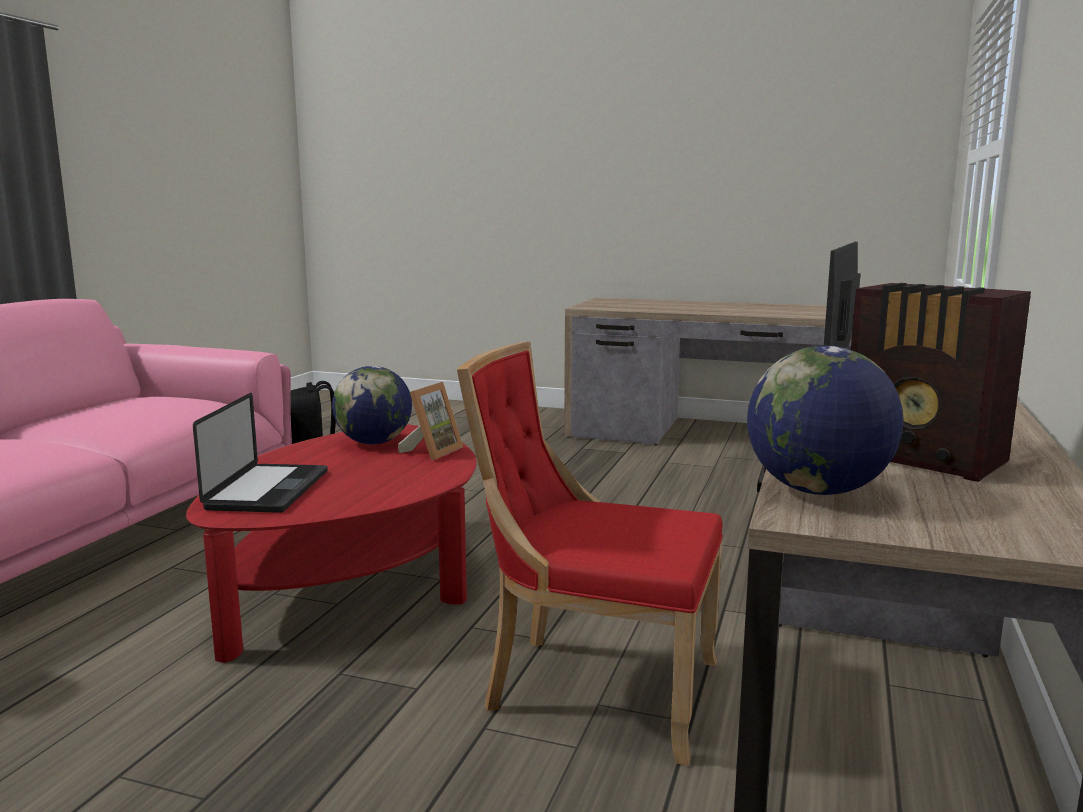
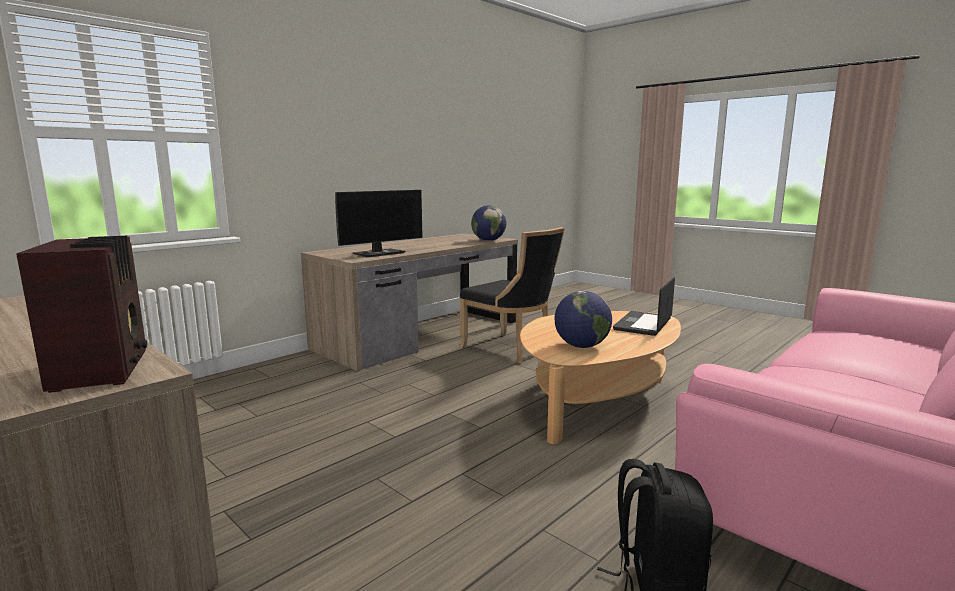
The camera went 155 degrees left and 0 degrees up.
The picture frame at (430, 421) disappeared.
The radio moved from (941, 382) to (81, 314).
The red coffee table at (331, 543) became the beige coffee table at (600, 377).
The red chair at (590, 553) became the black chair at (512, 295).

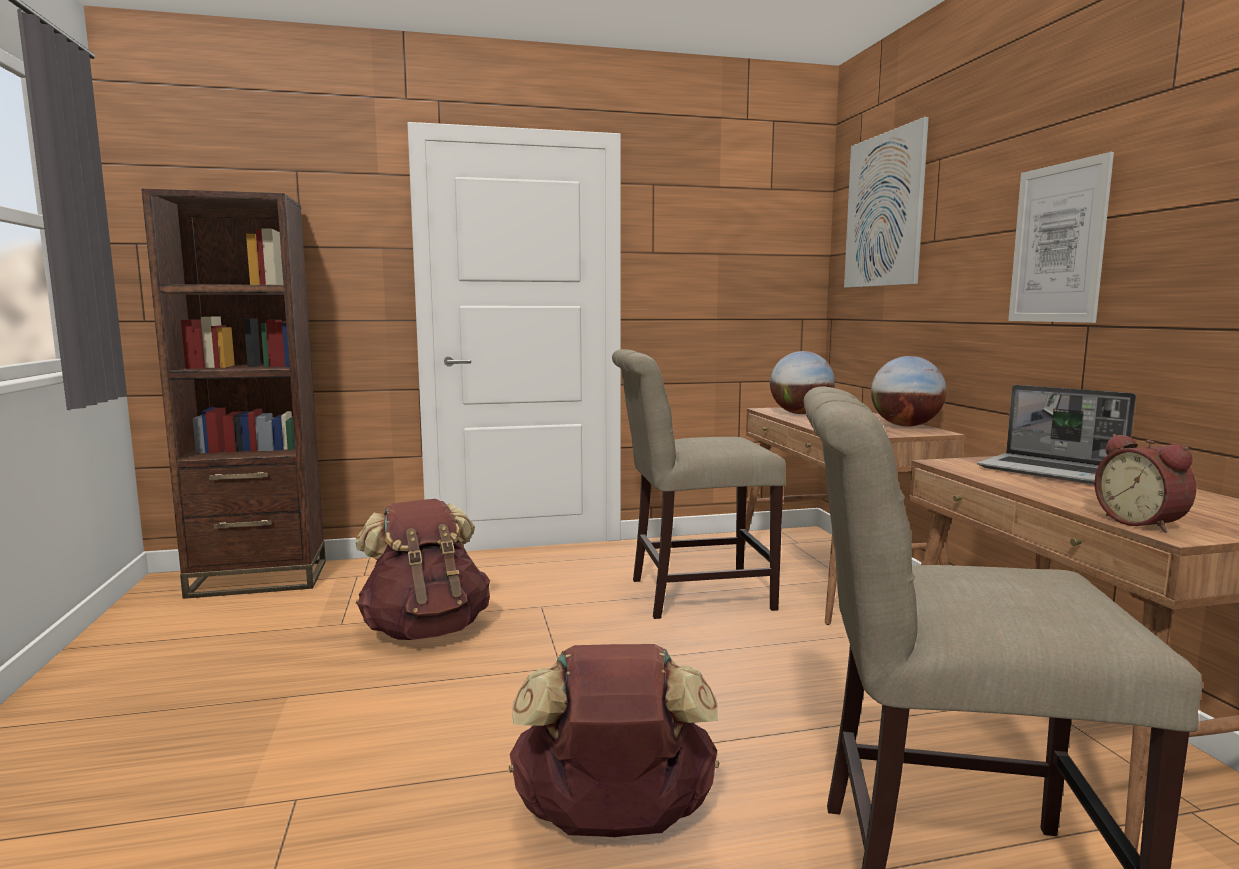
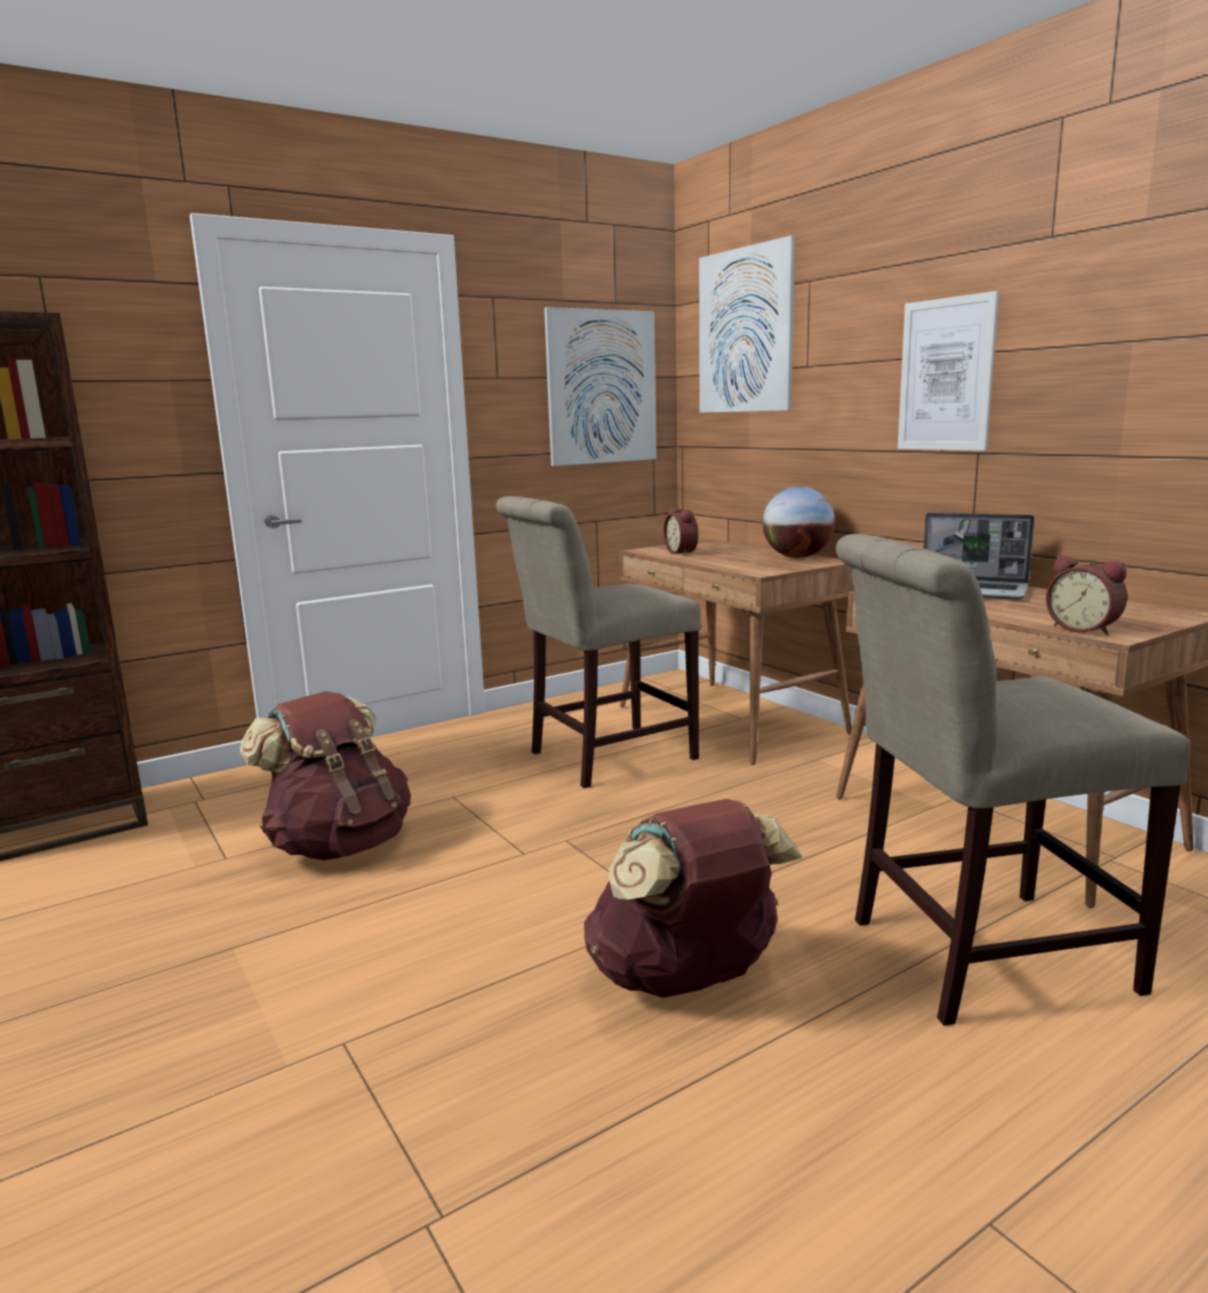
The camera went 20 degrees left and 5 degrees up.
The picture at (600, 386) appeared.
The globe at (802, 382) was replaced by the alarm clock at (681, 531).

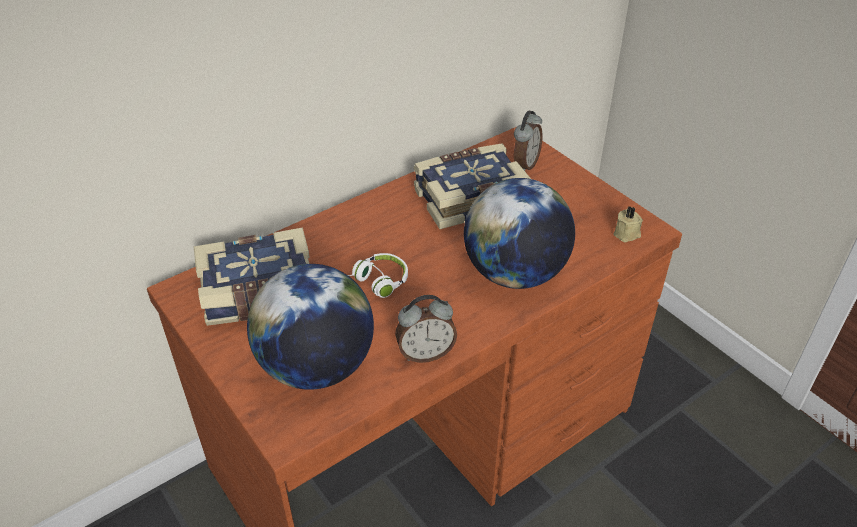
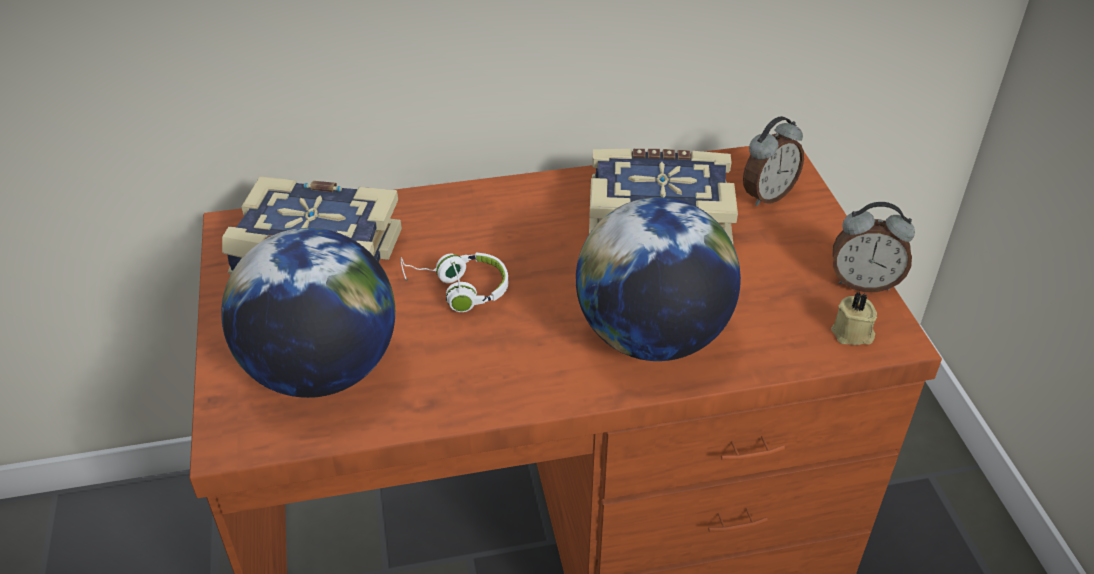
The camera went 25 degrees right and 0 degrees up.
The alarm clock moved from (426, 329) to (874, 247).

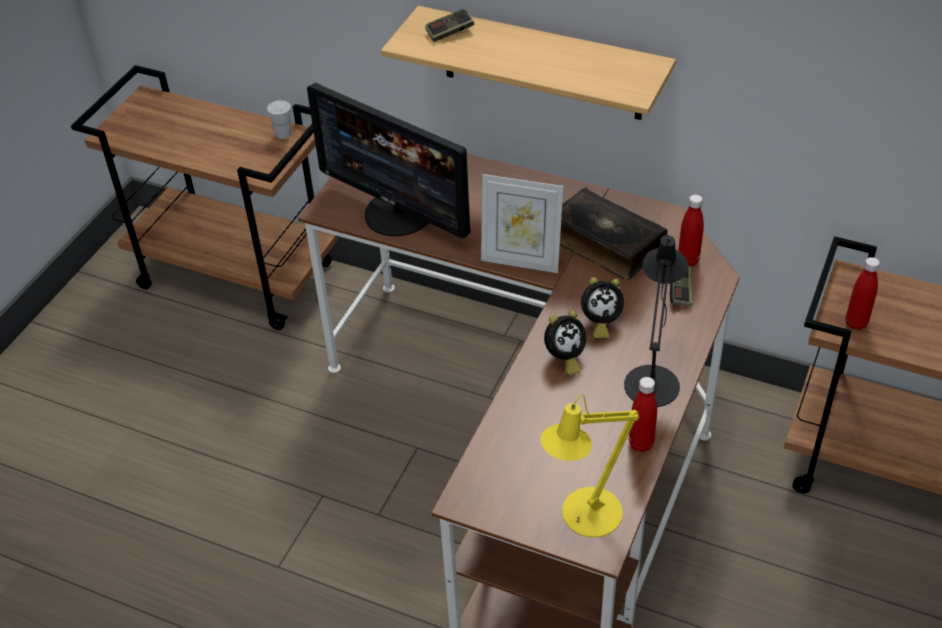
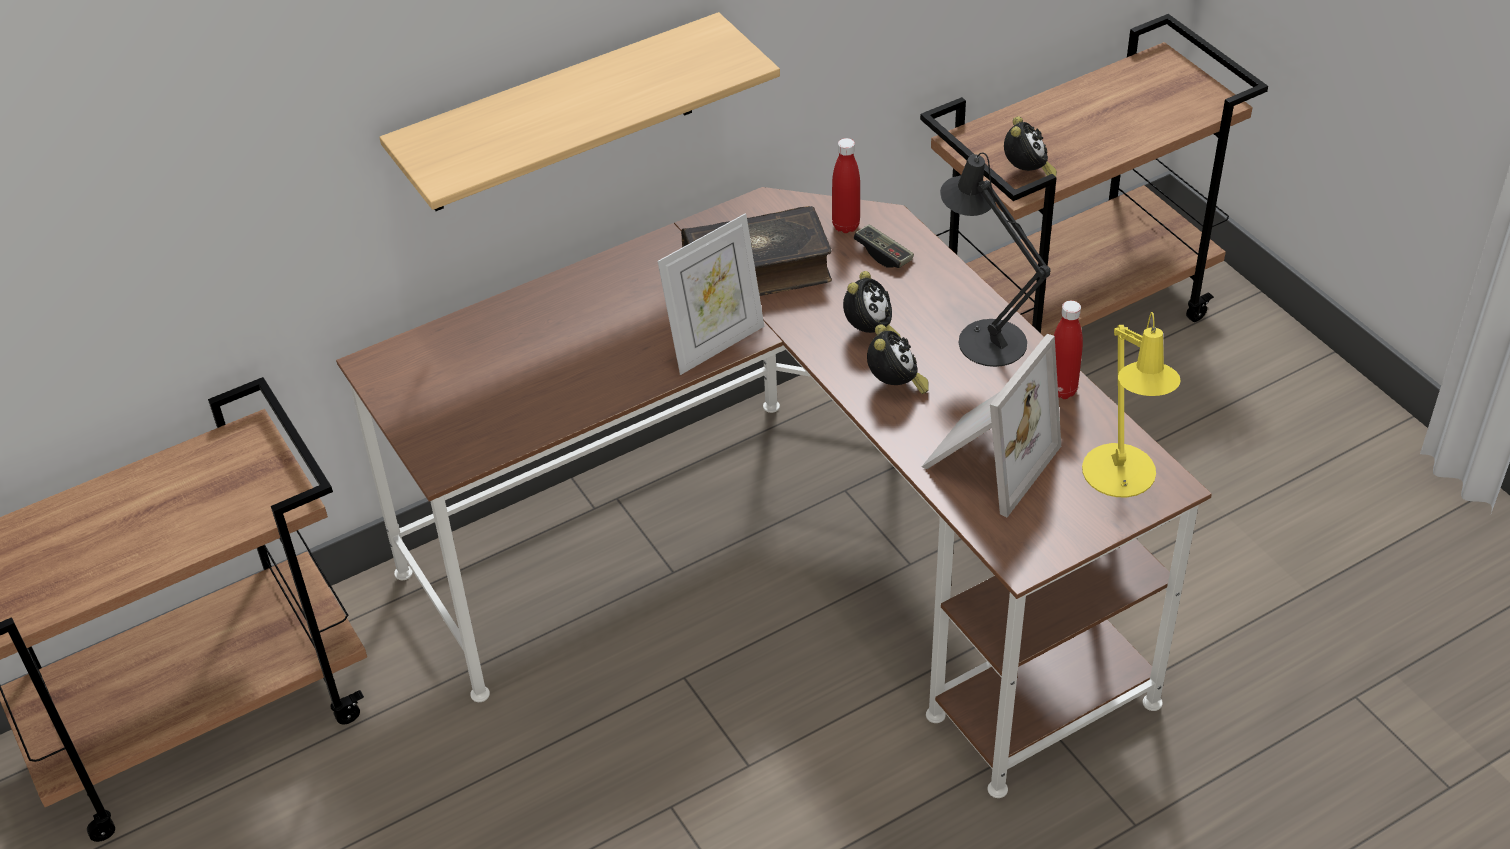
The camera went 55 degrees left and 0 degrees up.
The white cup at (279, 119) disappeared.
The monitor at (389, 160) disappeared.
The game controller at (449, 25) disappeared.
The picture frame at (991, 425) appeared.
The red bottle at (863, 293) was replaced by the alarm clock at (1030, 146).

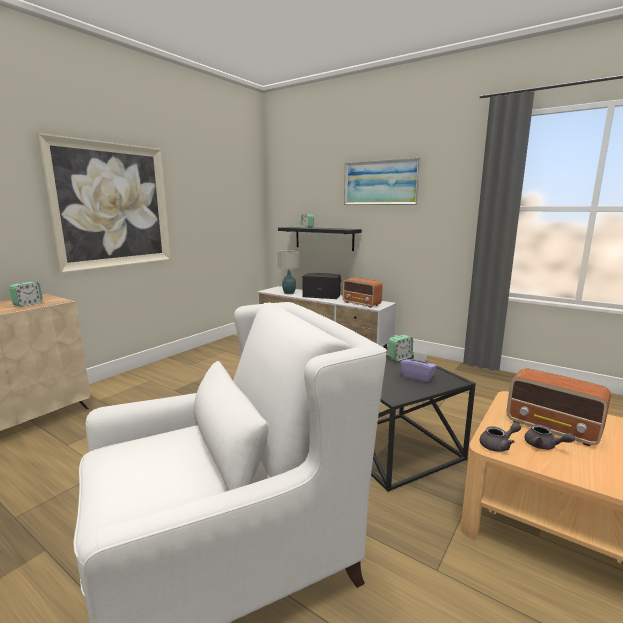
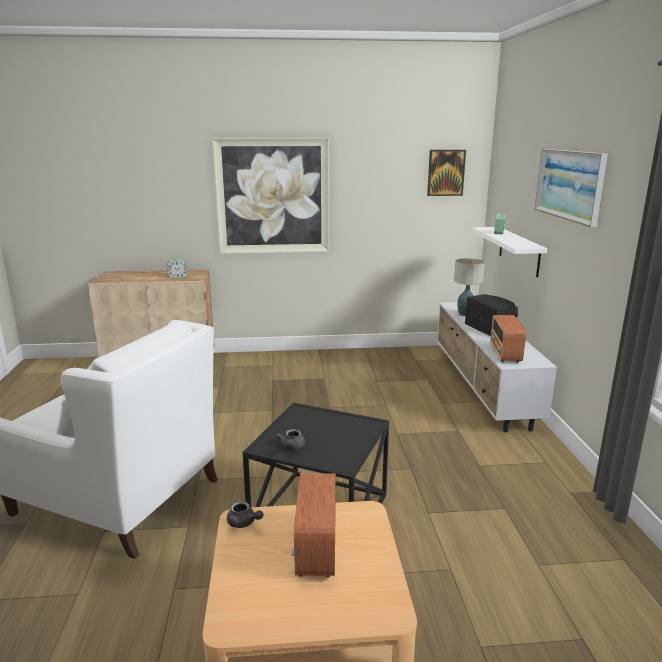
The camera went 50 degrees right and 5 degrees up.
The alarm clock at (400, 348) disappeared.
The purple tissue box at (418, 367) disappeared.
The picture at (446, 173) appeared.
The grey teapot moved from (550, 437) to (290, 439).
The black shelf at (320, 239) became the white shelf at (509, 252).

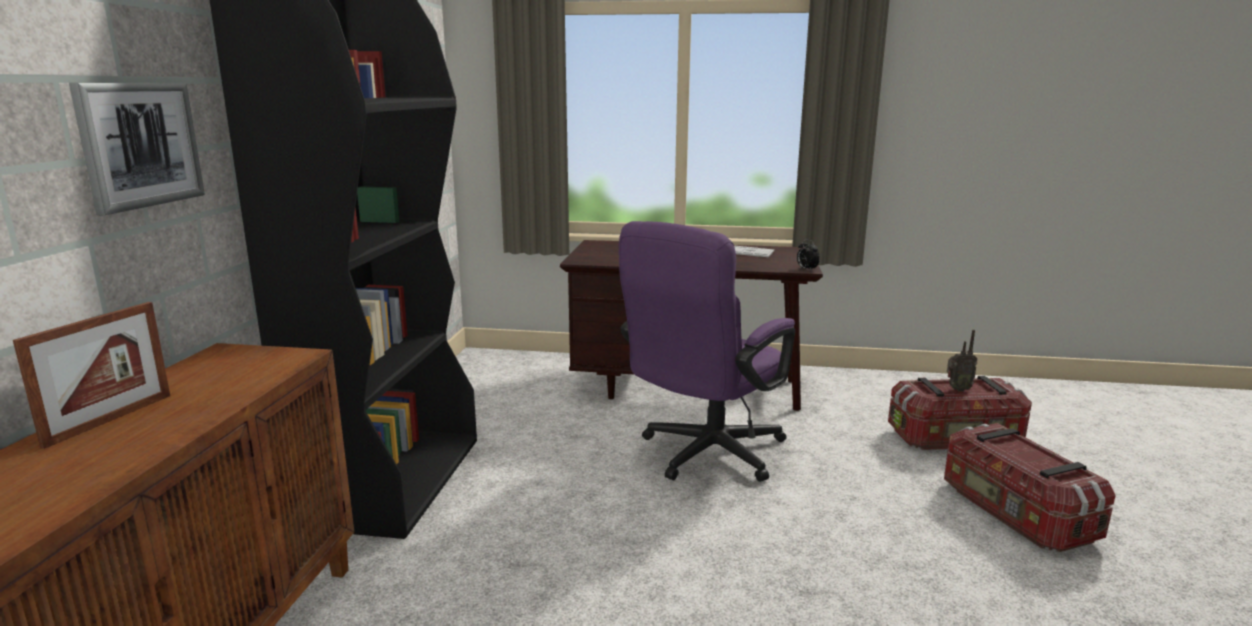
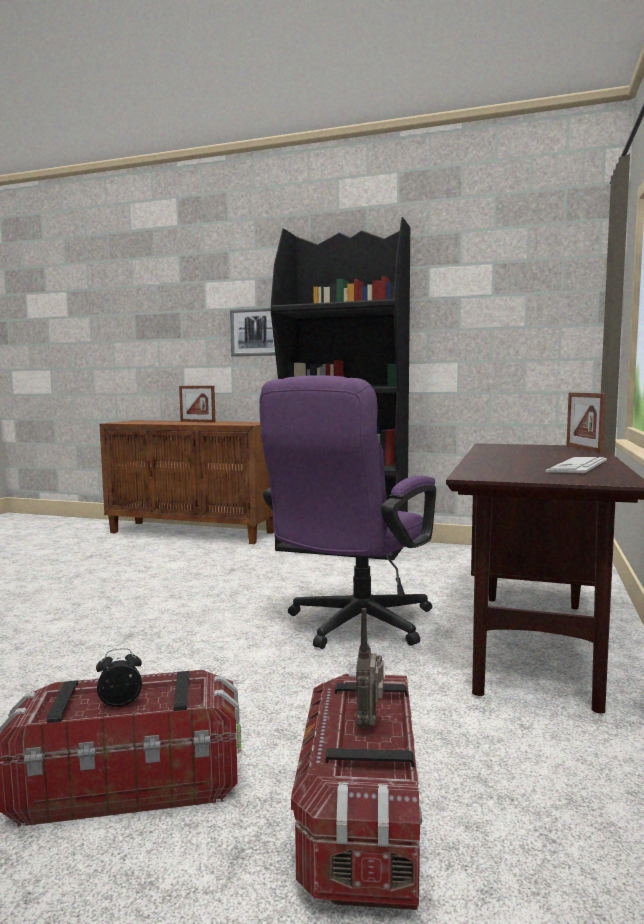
The camera went 100 degrees right and 10 degrees down.
The picture frame at (586, 423) appeared.
The alarm clock moved from (808, 255) to (119, 677).
The purple office chair at (707, 351) turned 105 degrees counterclockwise.

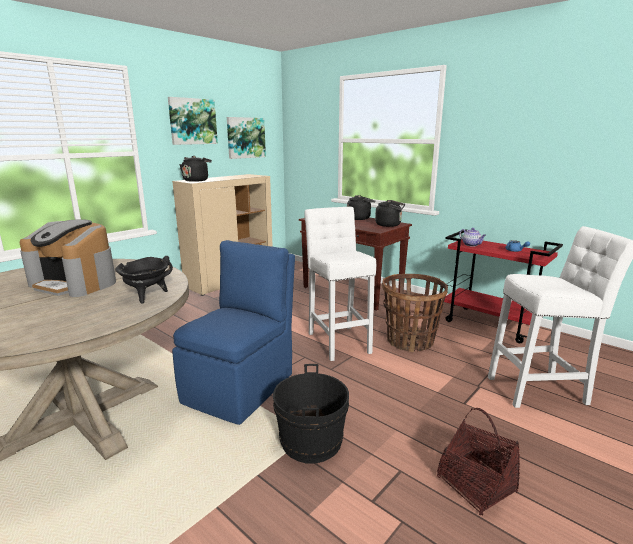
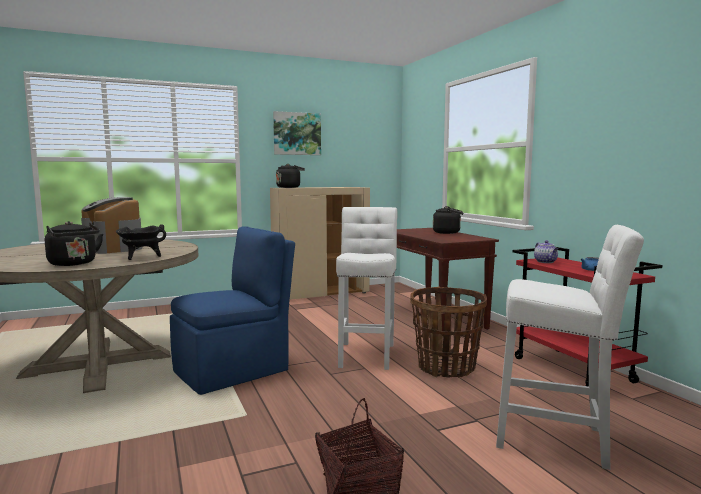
The camera went 25 degrees right and 10 degrees down.
The picture at (246, 138) disappeared.
The black bucket at (311, 414) disappeared.
The black kettle moved from (390, 213) to (74, 243).

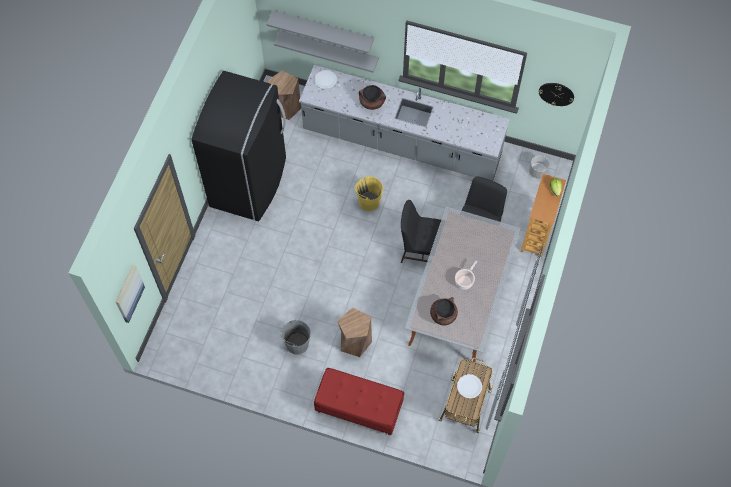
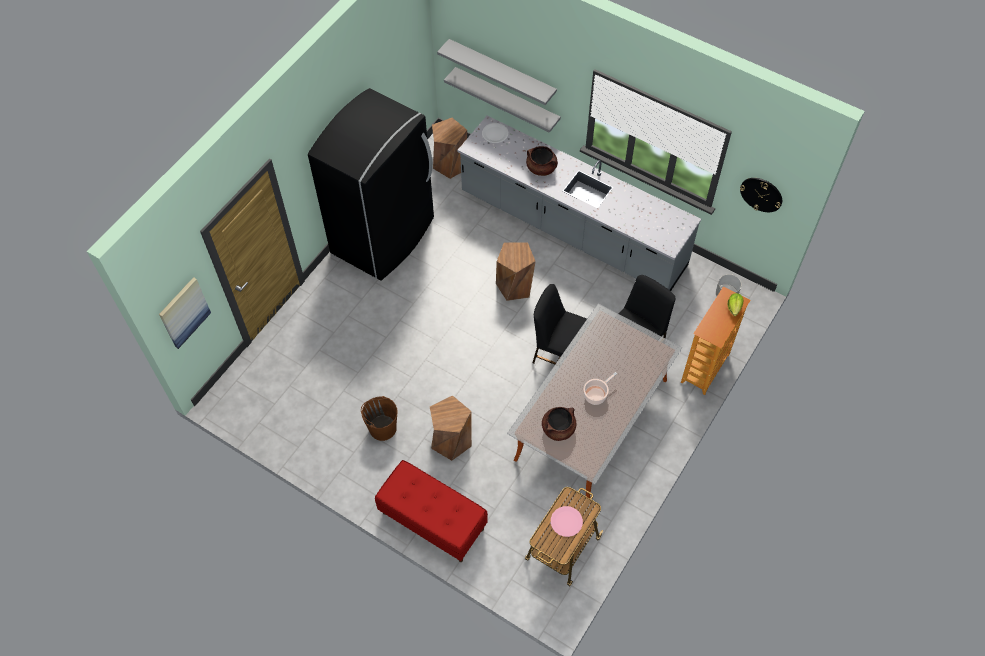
The camera went 15 degrees right and 5 degrees down.
The yellow bucket at (369, 193) was replaced by the brown stool at (516, 271).
The grey bucket at (295, 337) became the brown bucket at (379, 418).
The white plate at (469, 386) became the pink plate at (567, 521).

